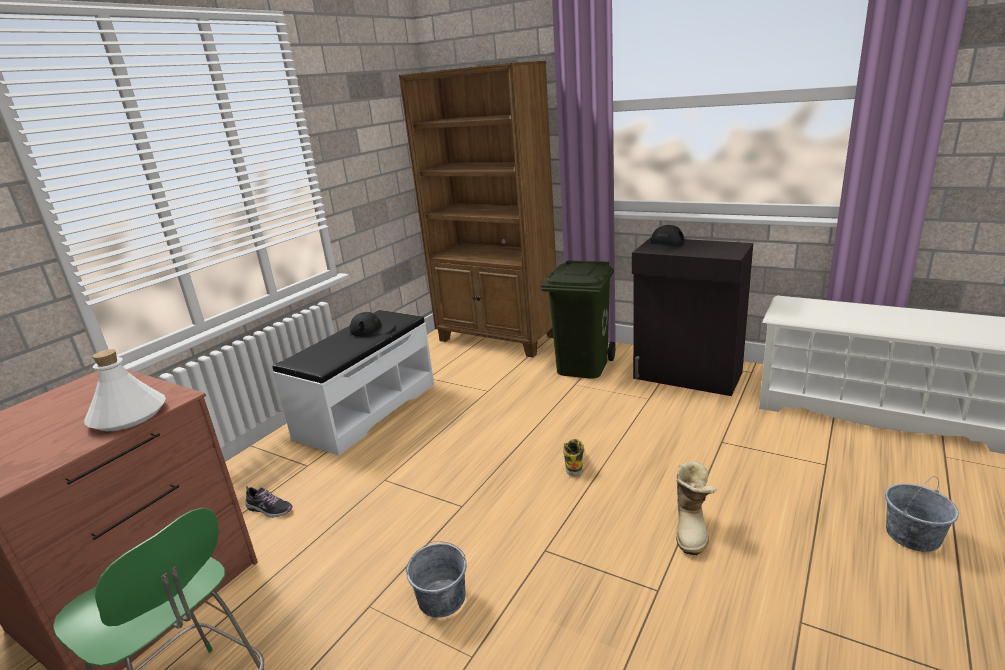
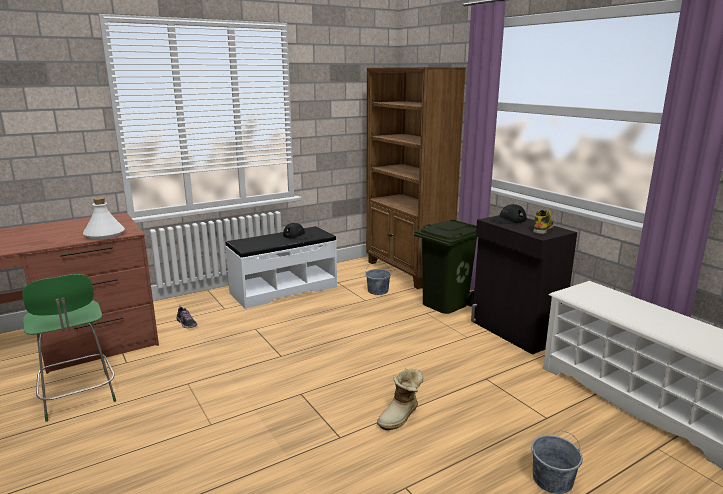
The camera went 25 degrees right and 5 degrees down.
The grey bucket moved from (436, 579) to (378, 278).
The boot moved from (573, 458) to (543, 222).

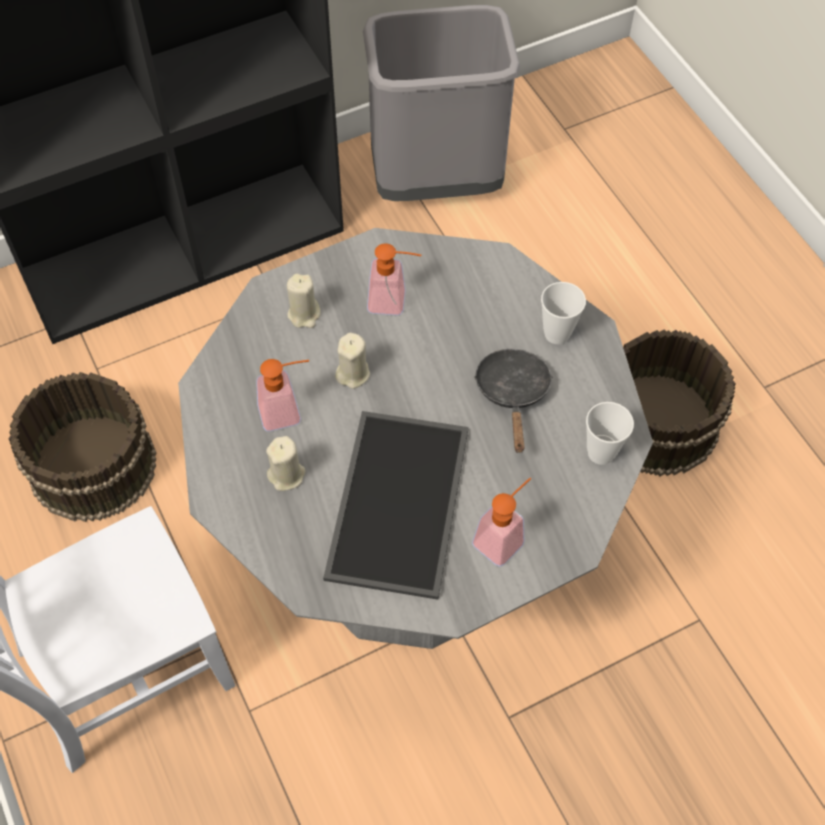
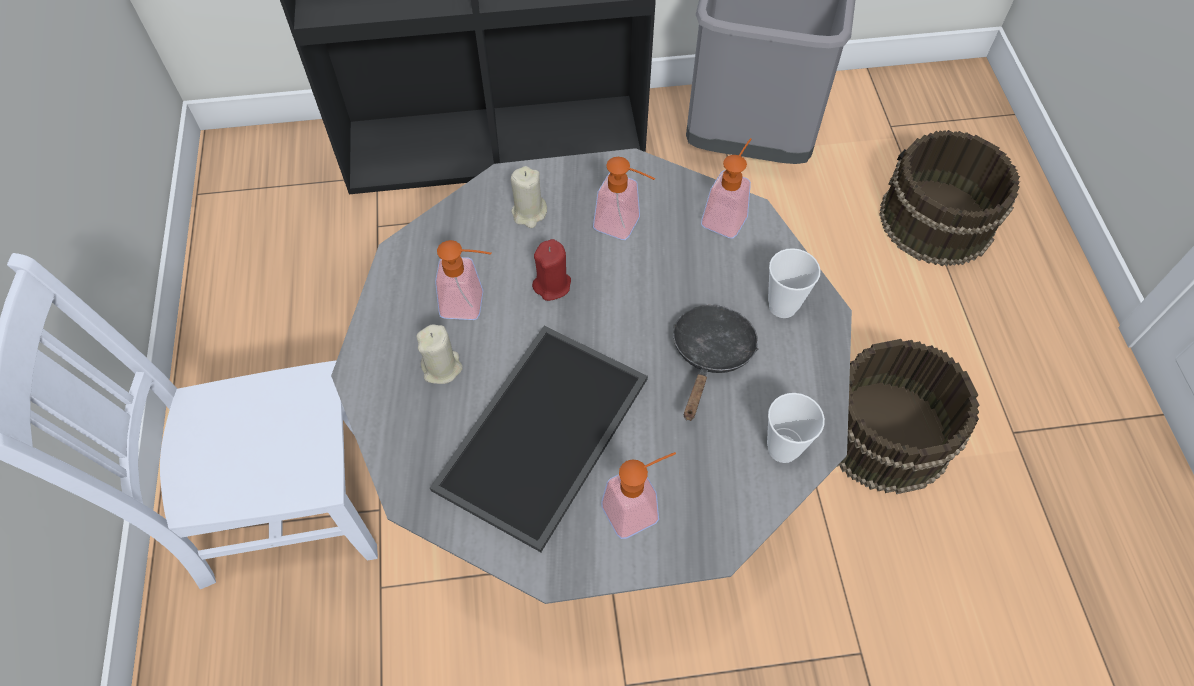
The camera went 20 degrees right and 0 degrees up.
The soap dispenser at (726, 188) appeared.
The brown bucket moved from (83, 447) to (949, 198).
The beige candle at (352, 361) became the red candle at (551, 270).

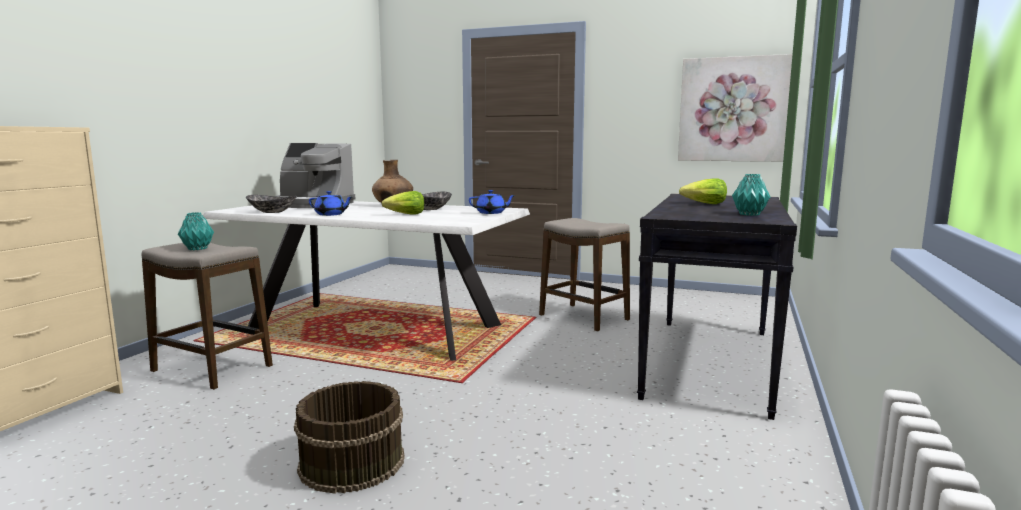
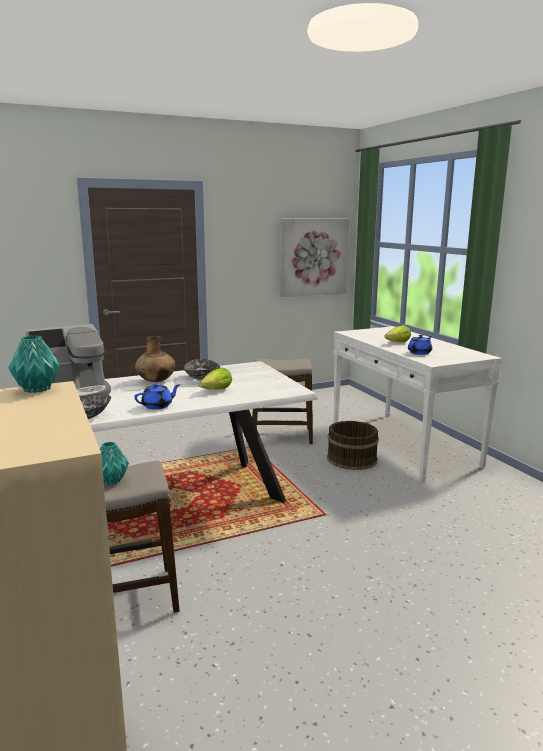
The camera went 45 degrees left and 5 degrees up.
The brown bucket moved from (349, 437) to (353, 445).
The blue teapot moved from (492, 202) to (420, 345).
The turquoise vase moved from (751, 195) to (34, 364).
The black console table at (717, 307) became the white console table at (417, 404).

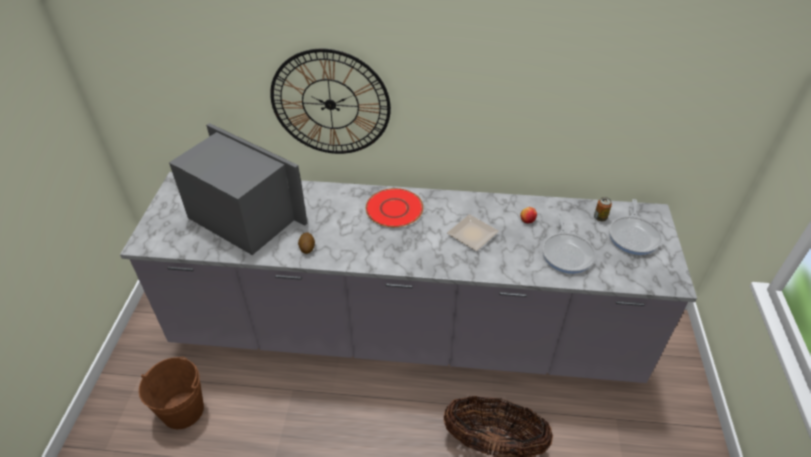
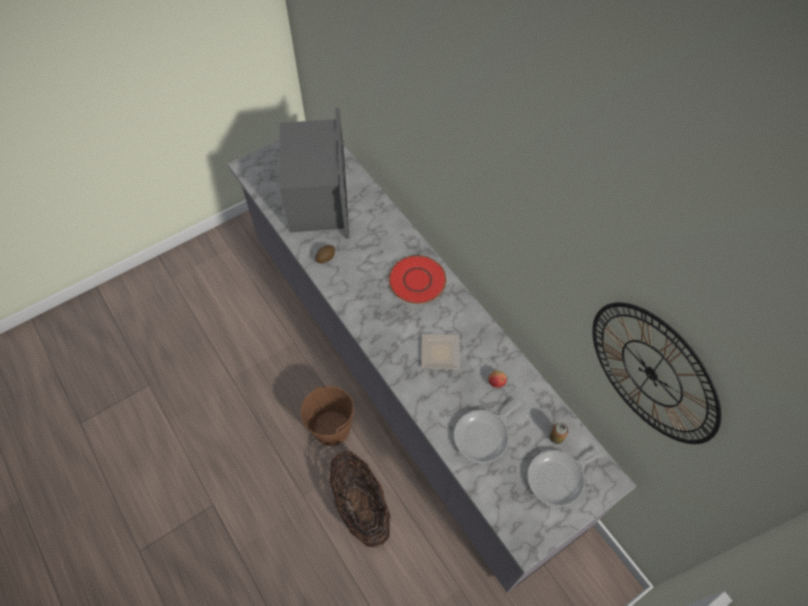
The camera went 50 degrees right and 15 degrees up.
The brown bucket moved from (171, 393) to (327, 416).
The wall clock moved from (330, 101) to (656, 373).

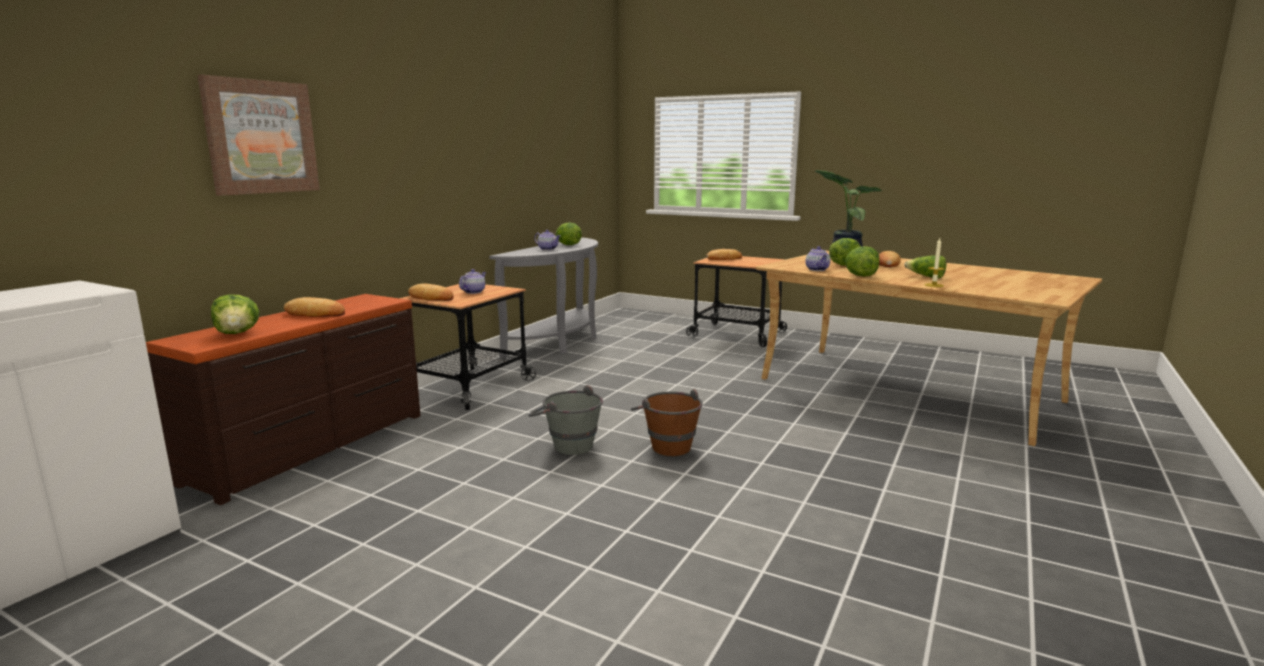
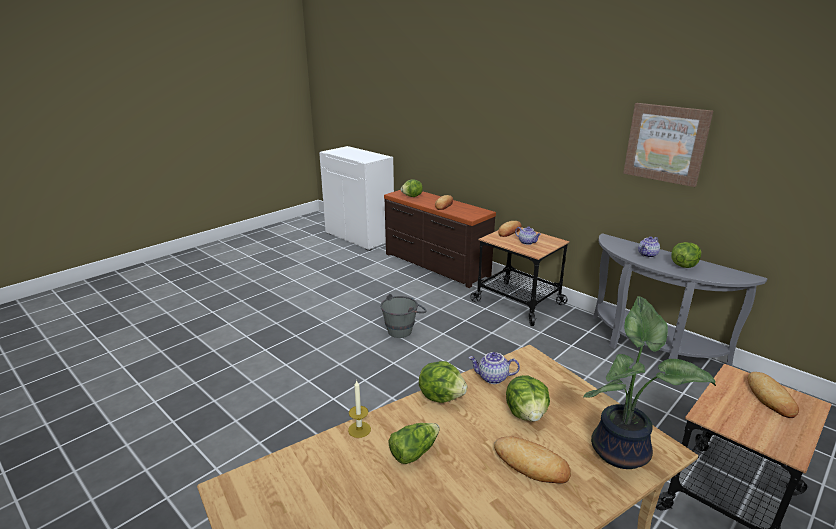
The camera went 105 degrees right and 10 degrees up.
The brown bucket at (666, 422) disappeared.
The picture moved from (258, 135) to (668, 145).

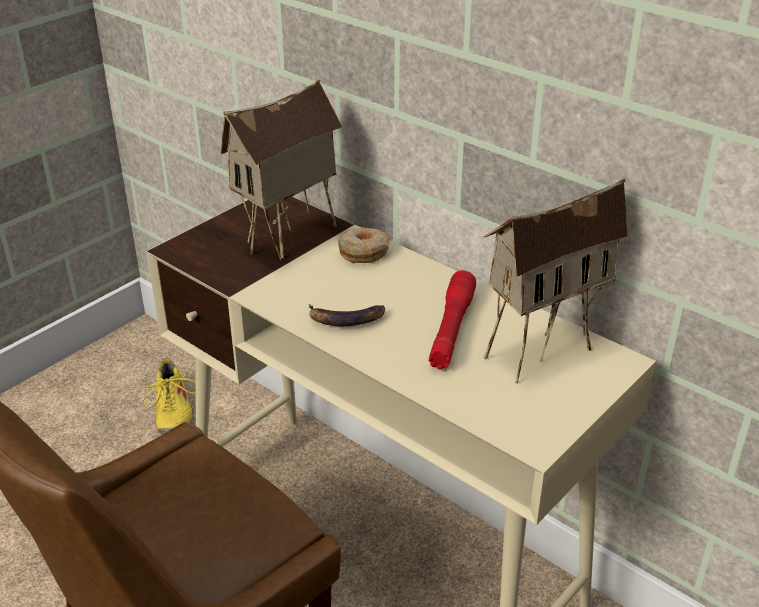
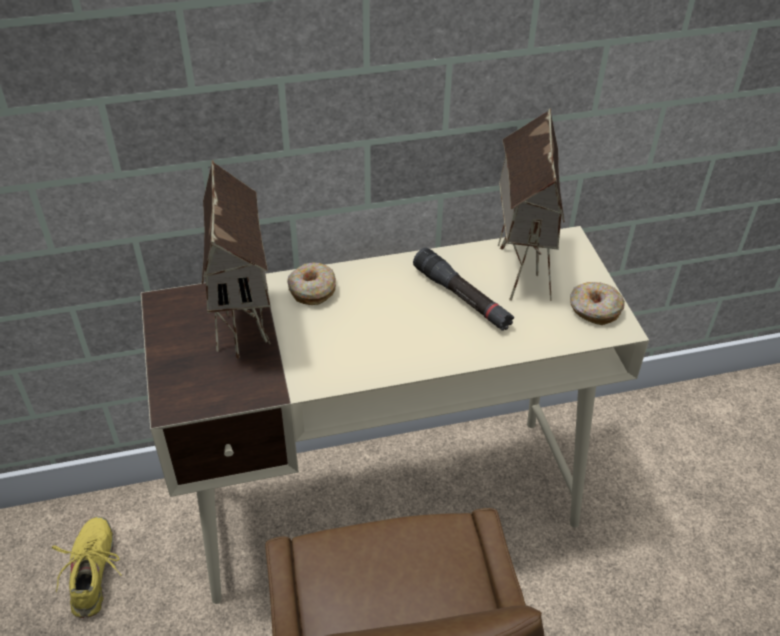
The camera went 55 degrees left and 10 degrees up.
The banana at (347, 315) disappeared.
The donut at (597, 303) appeared.
The red flashlight at (452, 320) became the black flashlight at (463, 289).
The yellow shoe at (166, 396) turned 120 degrees counterclockwise.

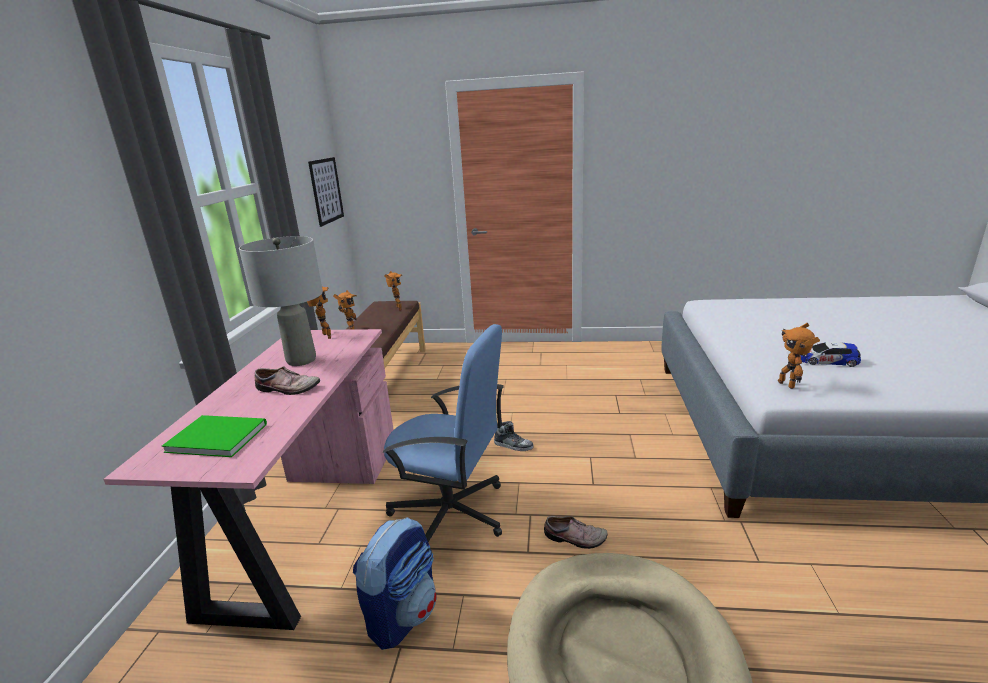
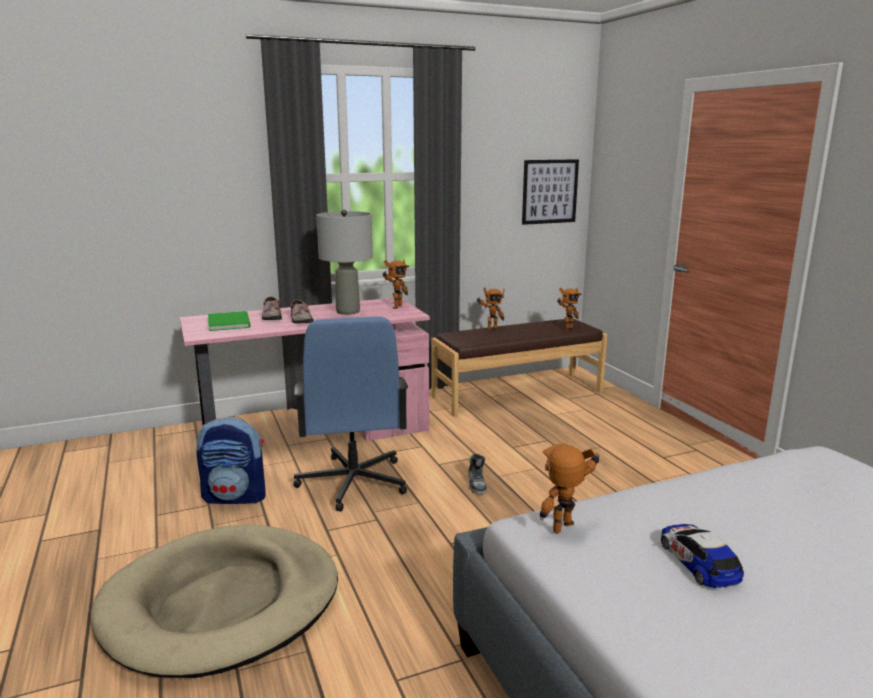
The camera went 60 degrees right and 5 degrees down.
The shoe moved from (575, 532) to (272, 308).

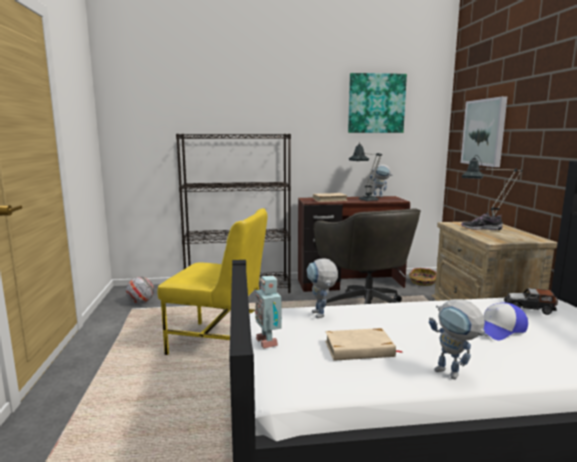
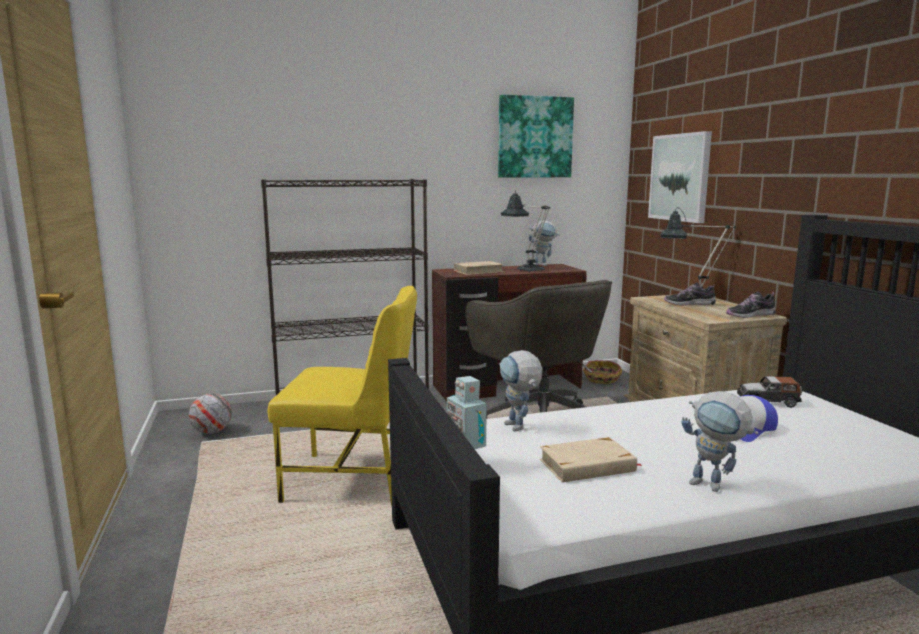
The camera went 10 degrees left and 0 degrees up.
The shoe at (751, 305) appeared.

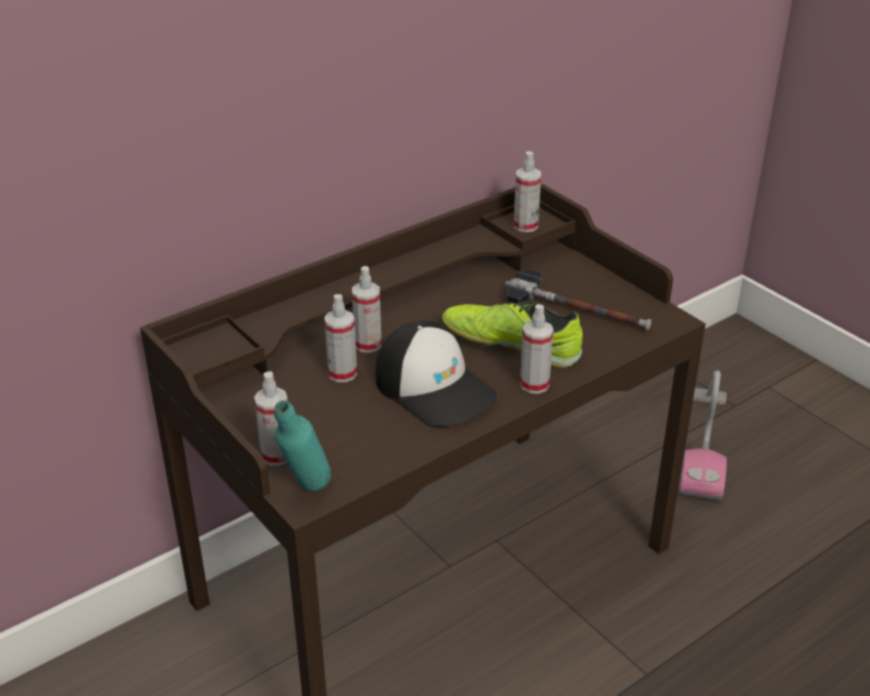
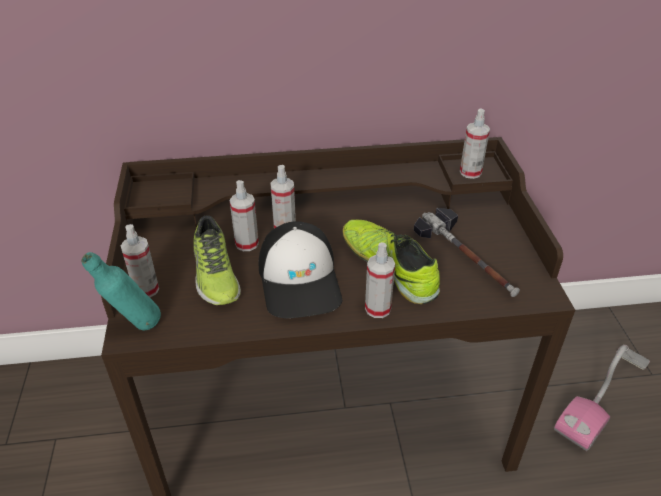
The camera went 30 degrees right and 5 degrees up.
The shoe at (217, 260) appeared.

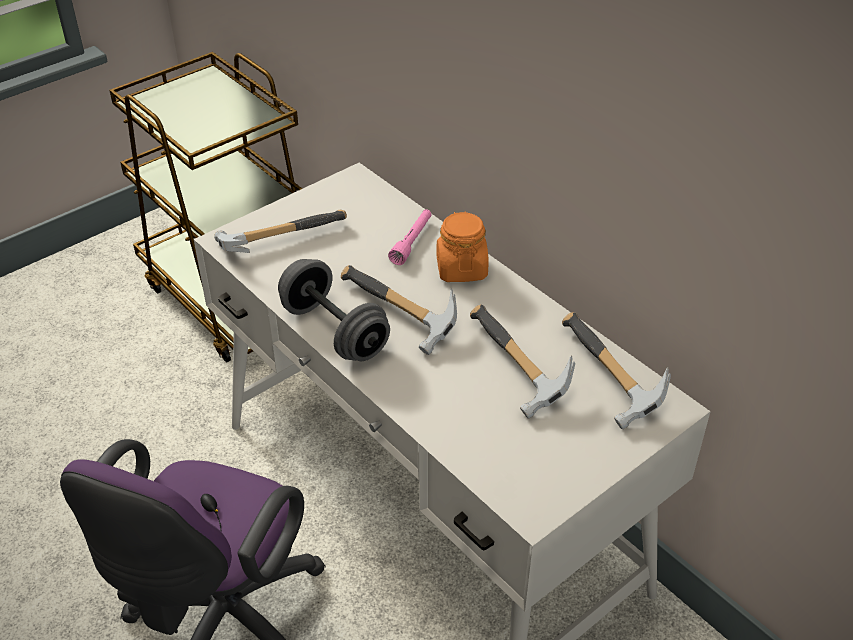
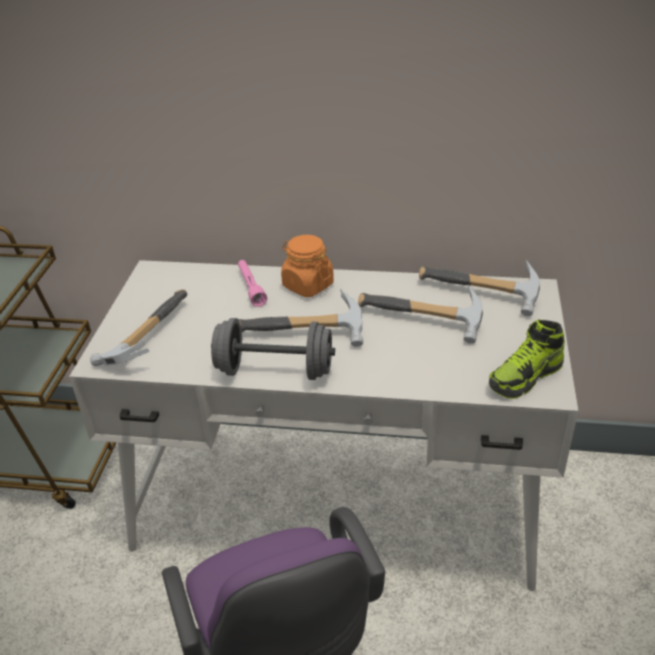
The camera went 40 degrees left and 5 degrees down.
The shoe at (527, 359) appeared.

